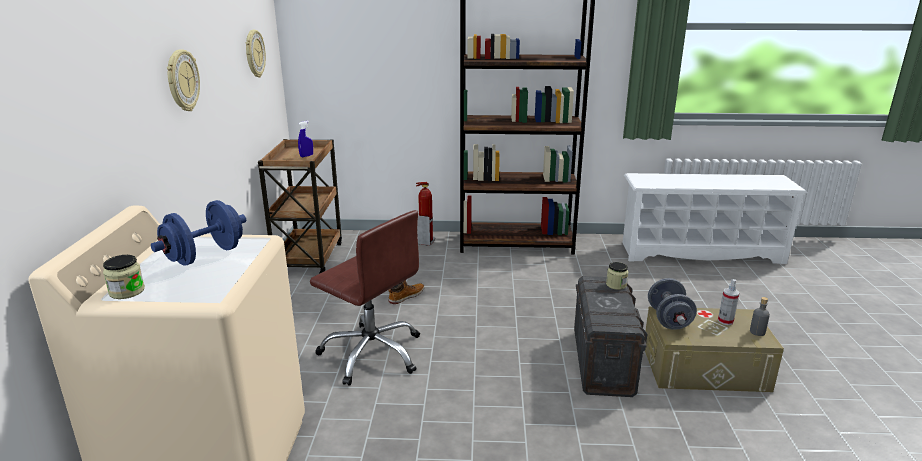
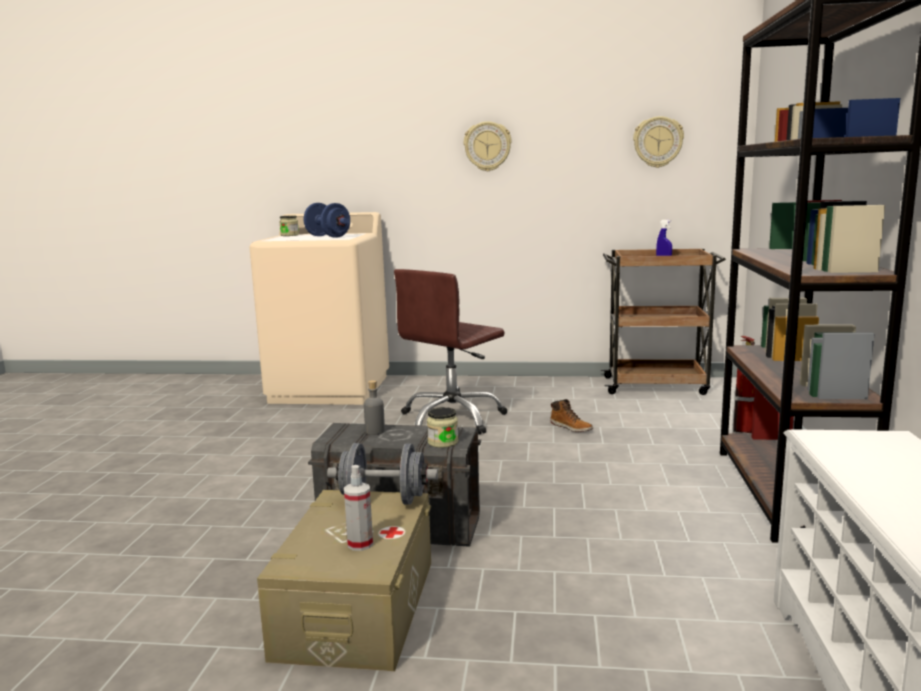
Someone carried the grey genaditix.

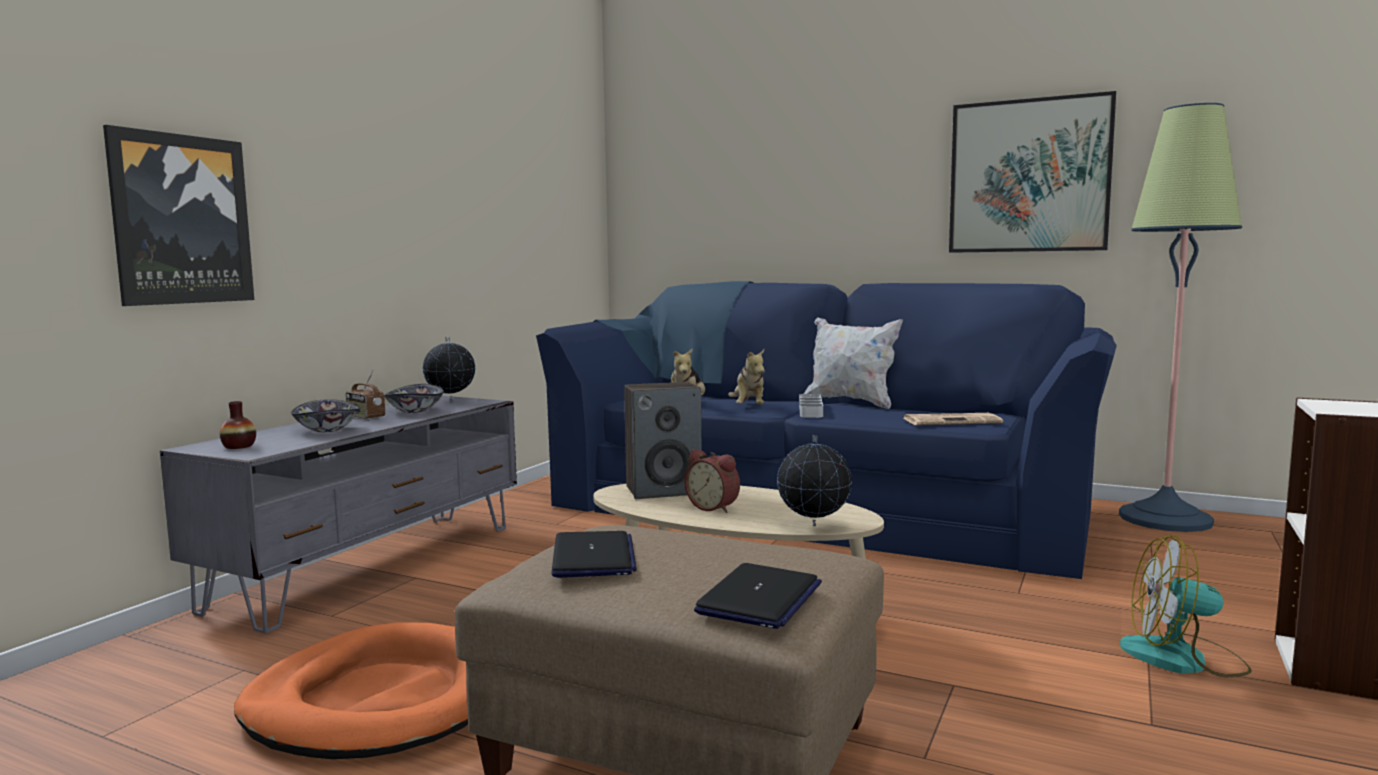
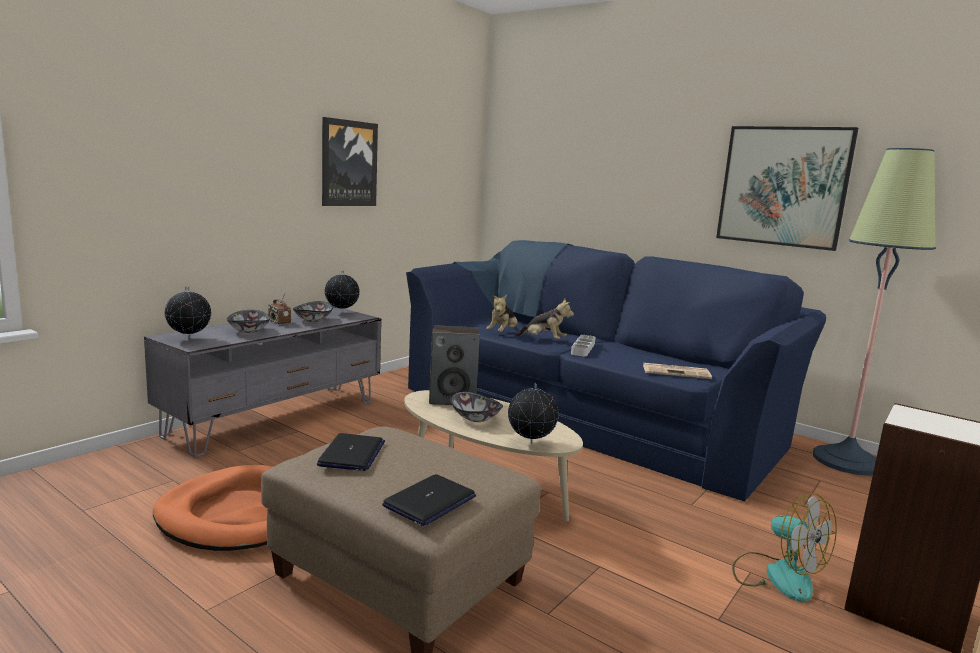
Someone took away the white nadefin.
Someone carried the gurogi (no. 1 from left).
Someone swapped the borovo for the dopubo (no. 1 from left).
Someone swapped the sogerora for the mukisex (no. 3 from left).
Someone rotated the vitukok (no. 2 from left) by 75 degrees counterclockwise.
Someone rotated the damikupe by 150 degrees counterclockwise.

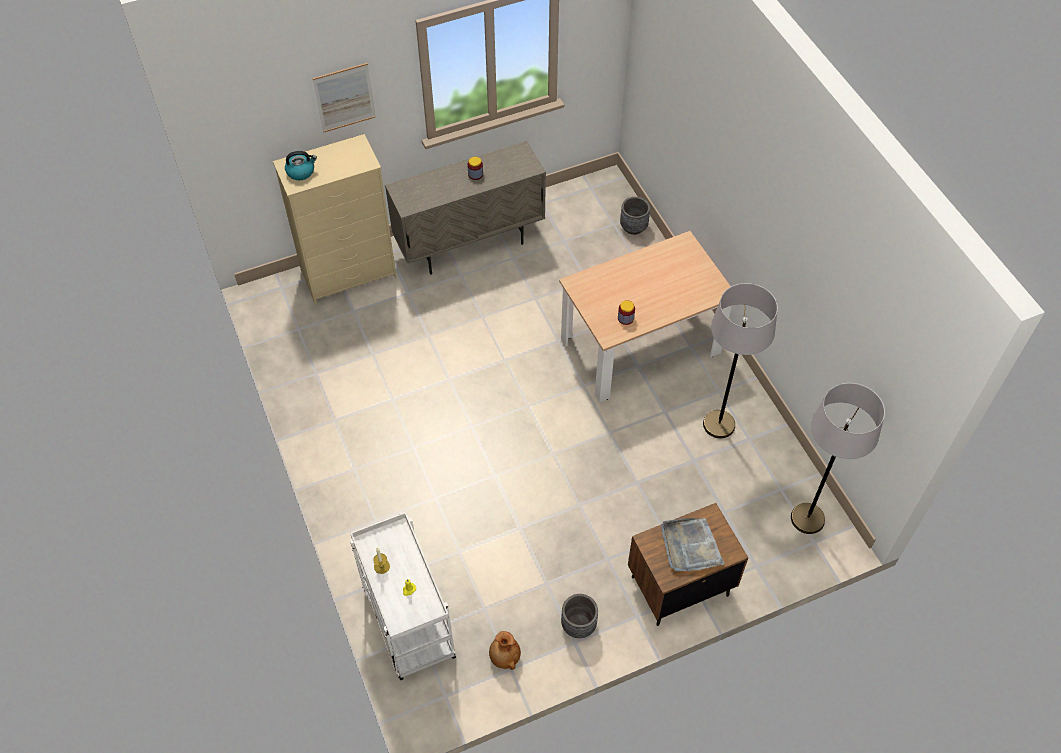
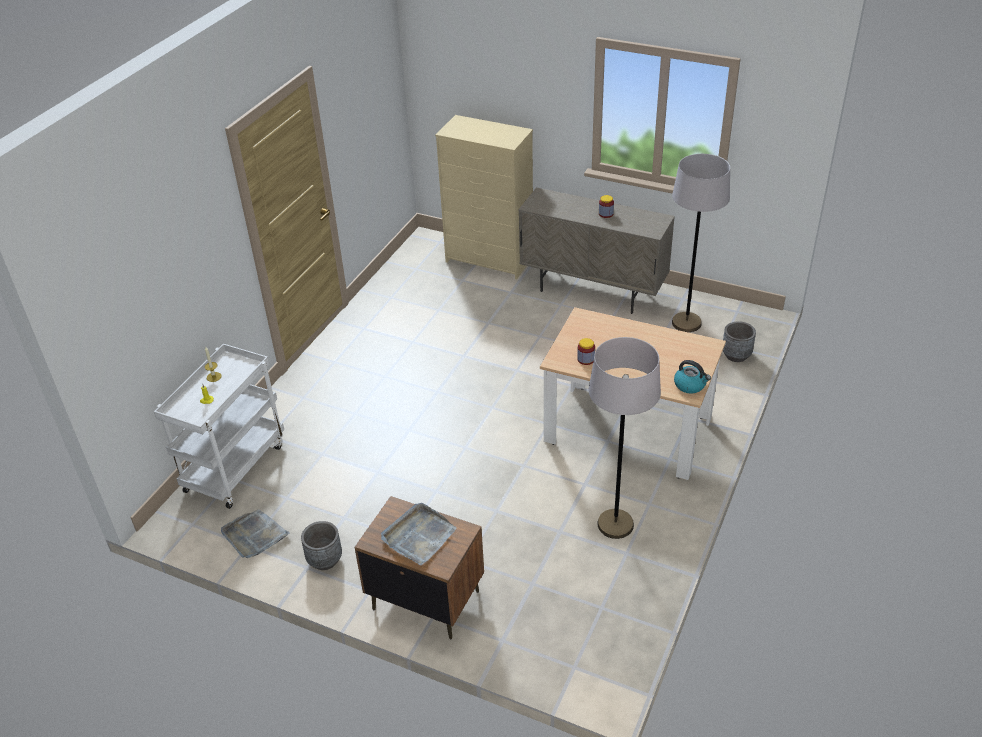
Someone took away the gurogi.
Someone carried the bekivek.
Someone carried the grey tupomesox (no. 2 from left).
Someone swapped the brown borovo for the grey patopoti (no. 1 from left).

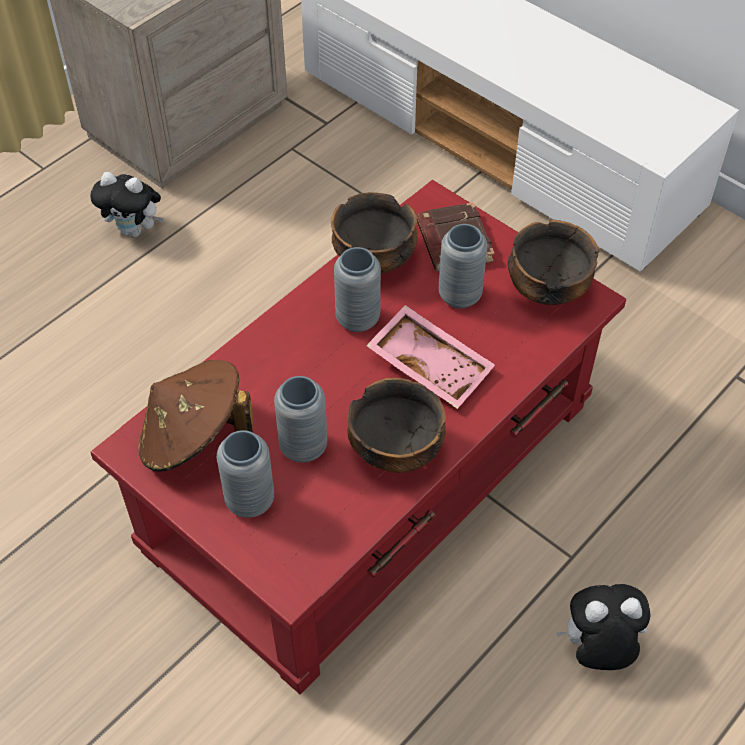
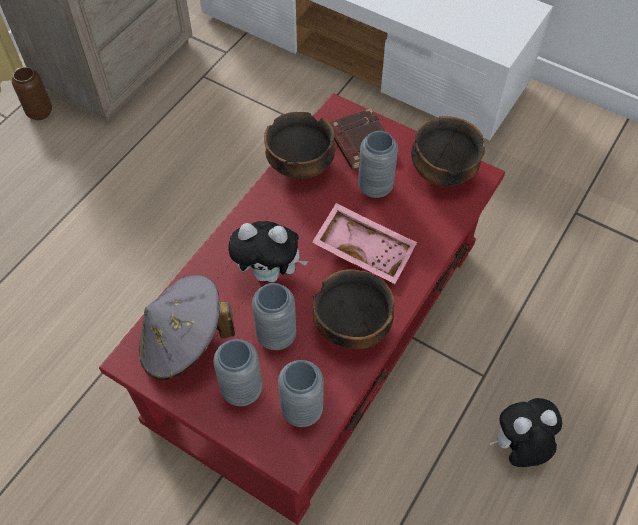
Someone put down the brown borovo.
Someone carried the vitukok (no. 1 from left).
Someone carried the grey borovo (no. 3 from left).
Someone repainted the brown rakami, which became the grey rakami.

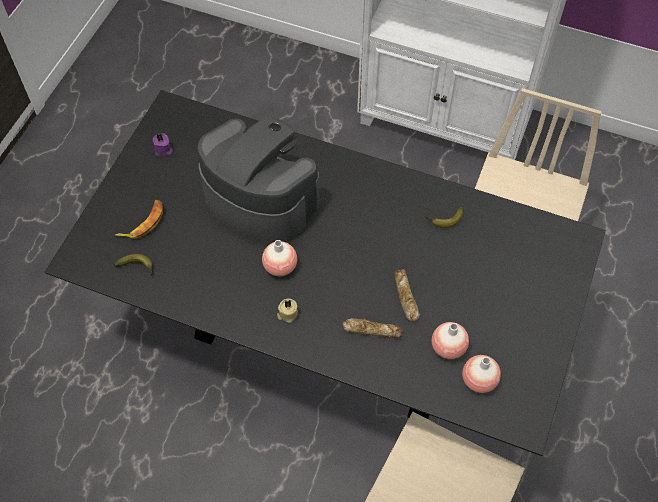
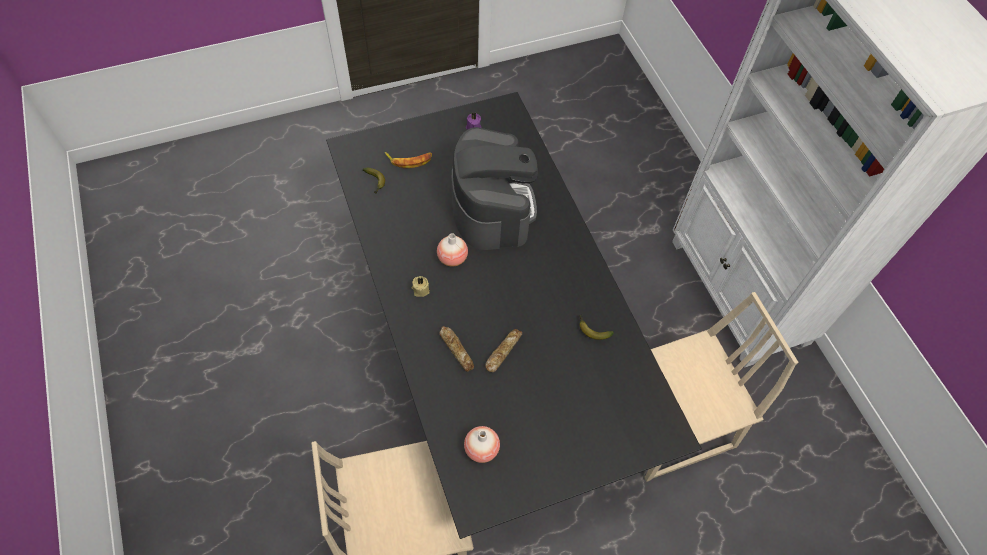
Someone took away the borovo (no. 2 from left).

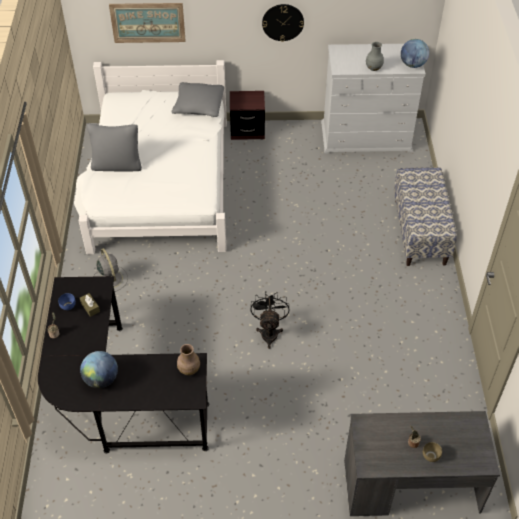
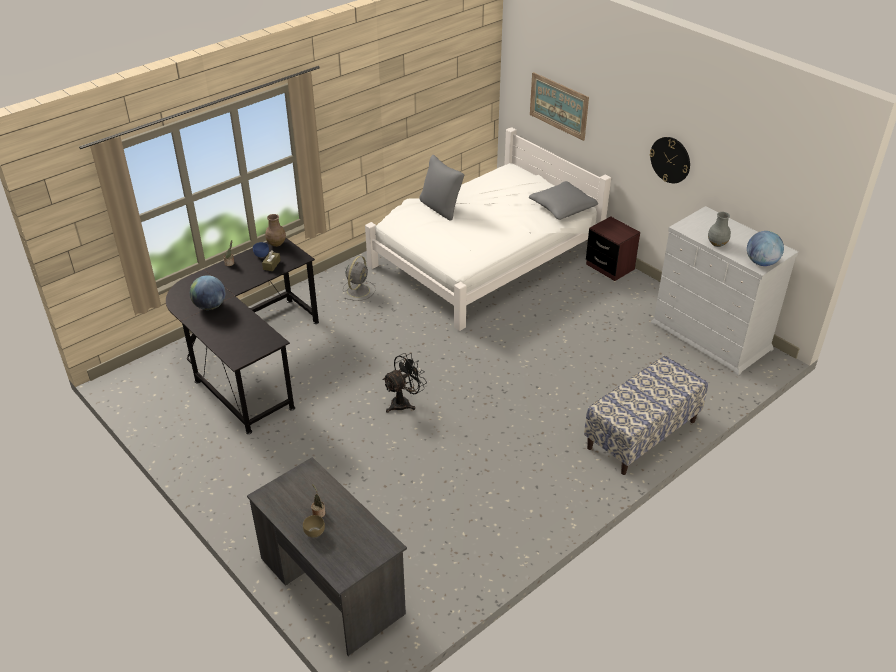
Someone carried the brown borovo.

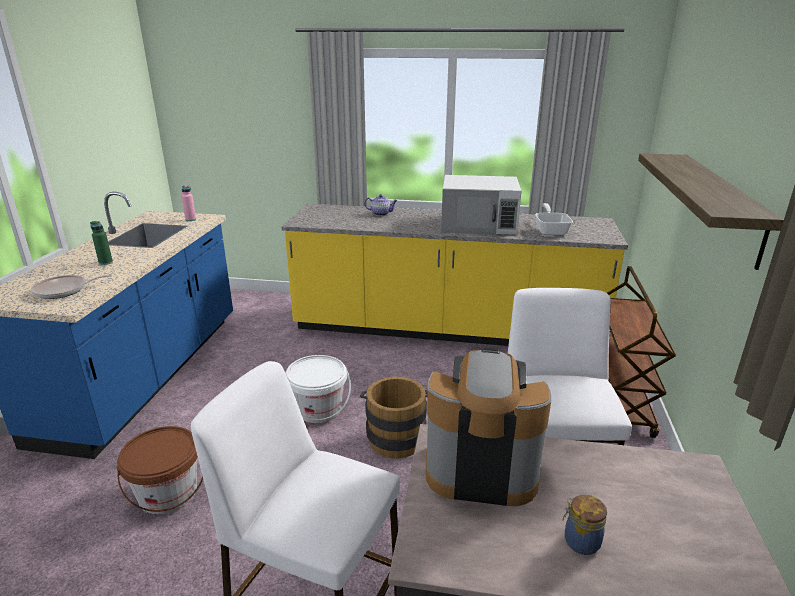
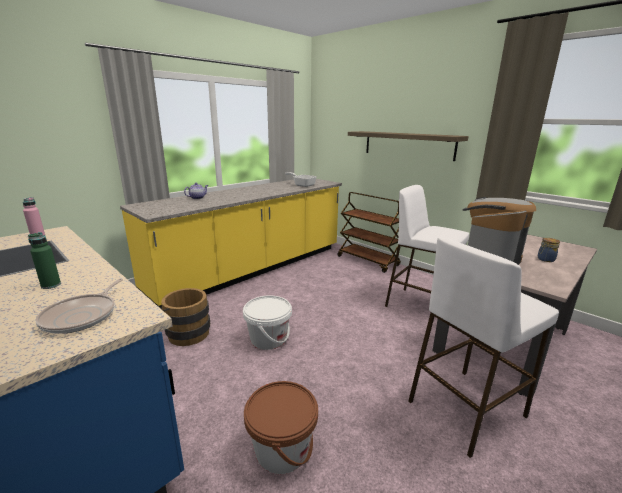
Someone took away the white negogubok.
Someone carried the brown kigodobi (no. 2 from left in the first image).

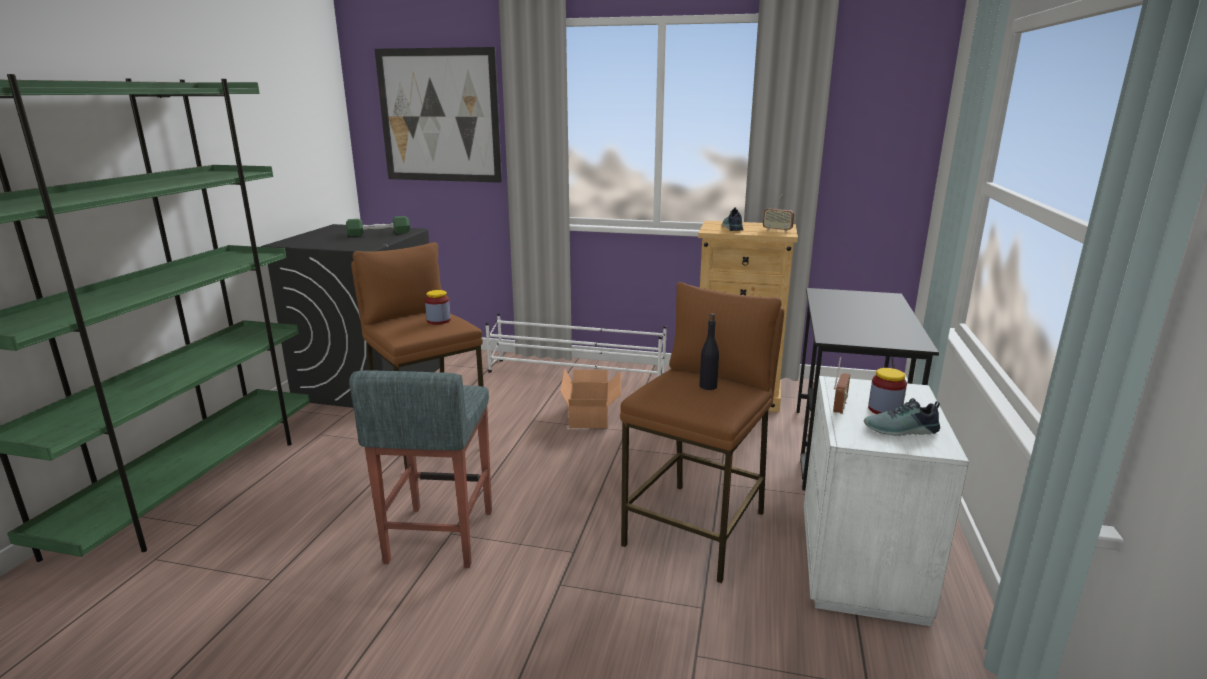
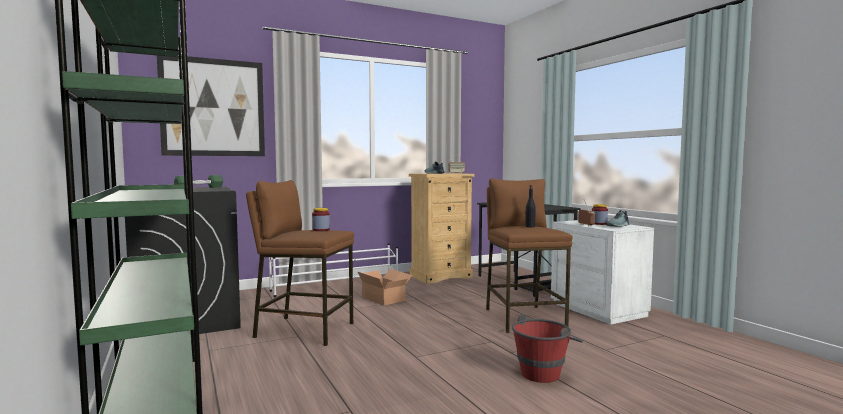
Someone took away the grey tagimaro.
Someone put down the red kigodobi.

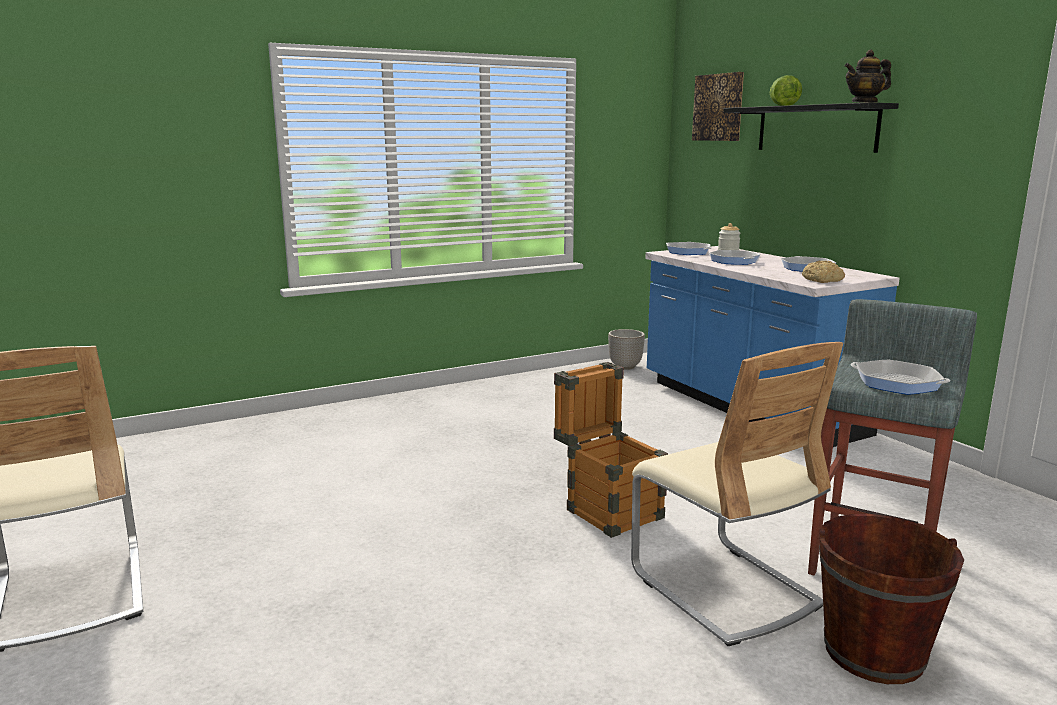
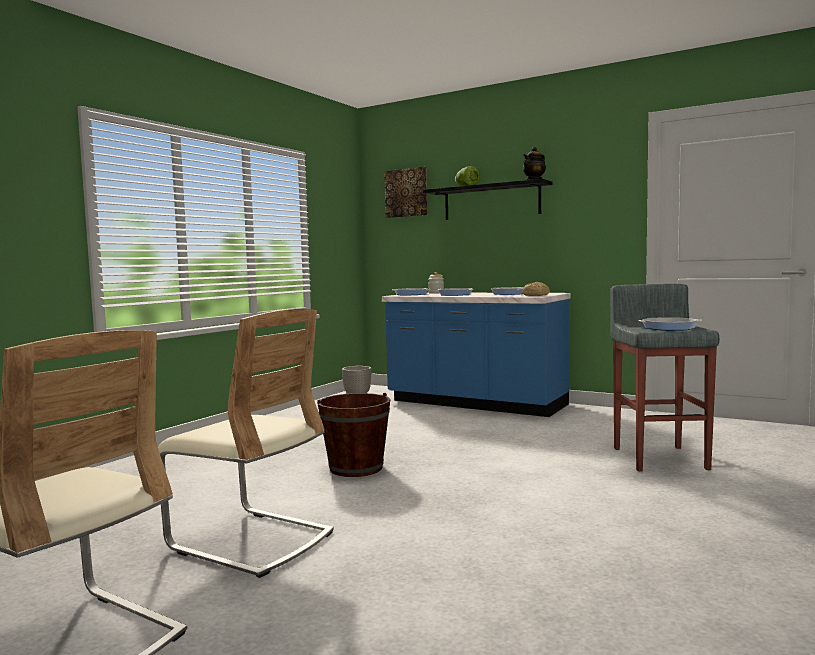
Someone took away the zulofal.
Someone carried the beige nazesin (no. 2 from left).
Someone carried the brown kigodobi.

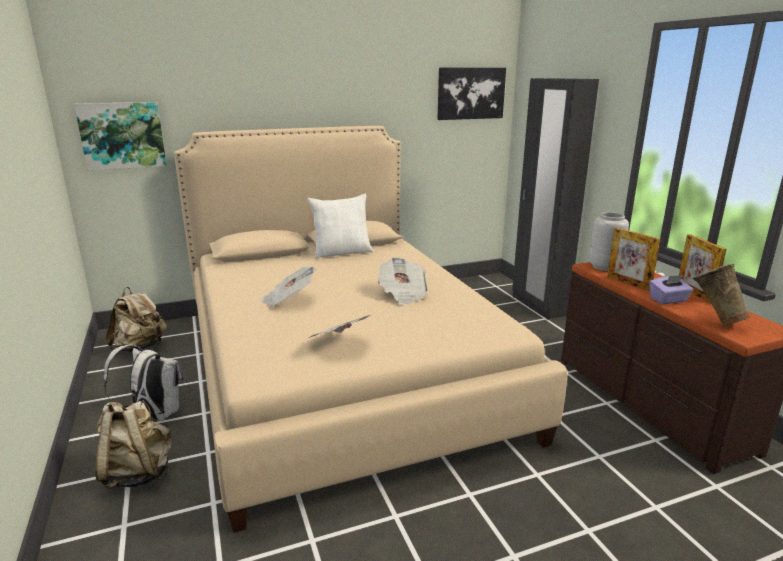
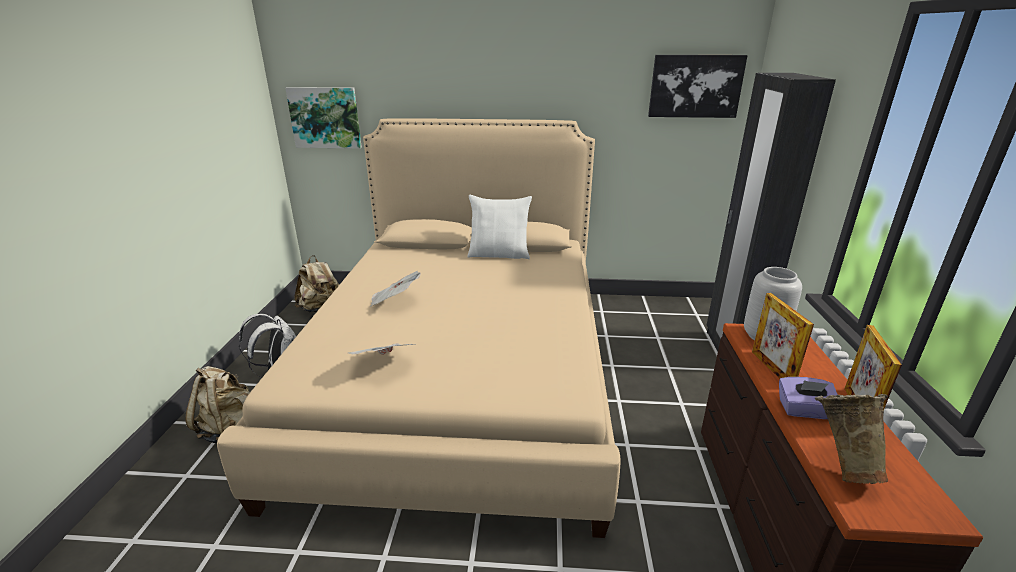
Someone took away the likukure (no. 3 from left).

